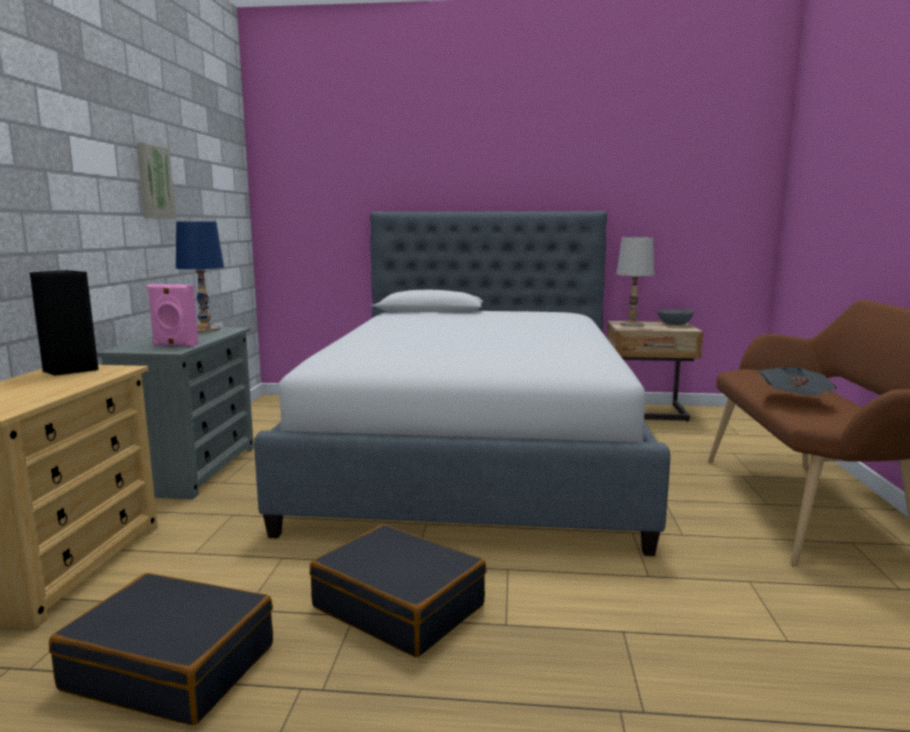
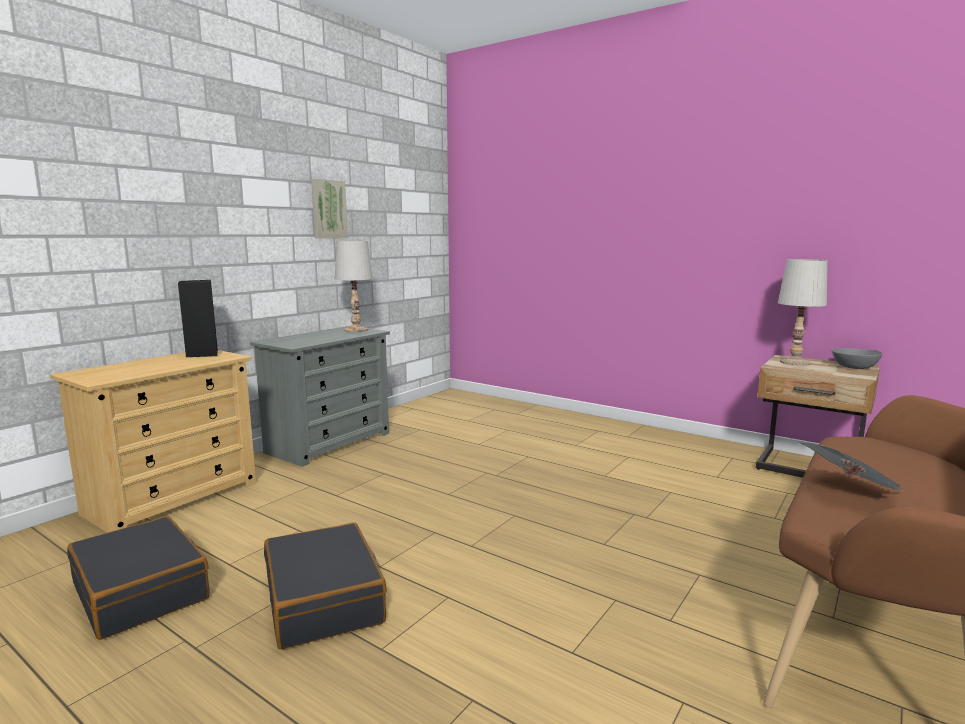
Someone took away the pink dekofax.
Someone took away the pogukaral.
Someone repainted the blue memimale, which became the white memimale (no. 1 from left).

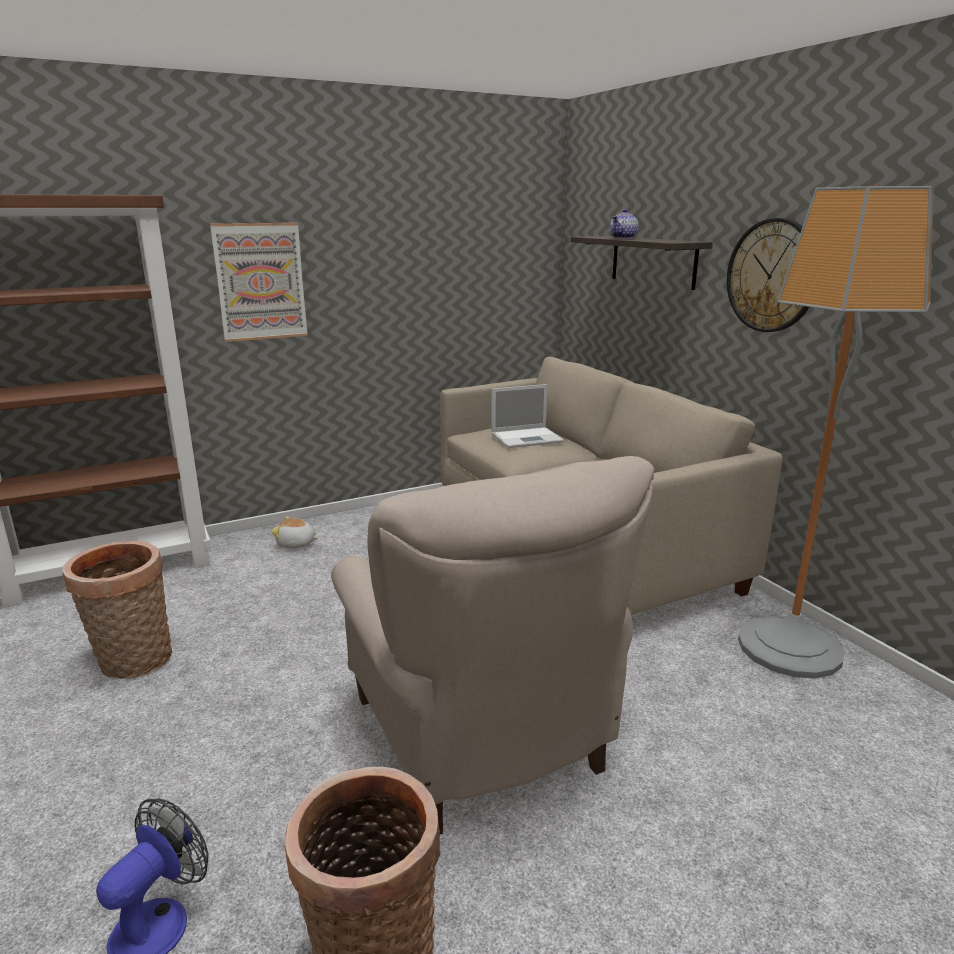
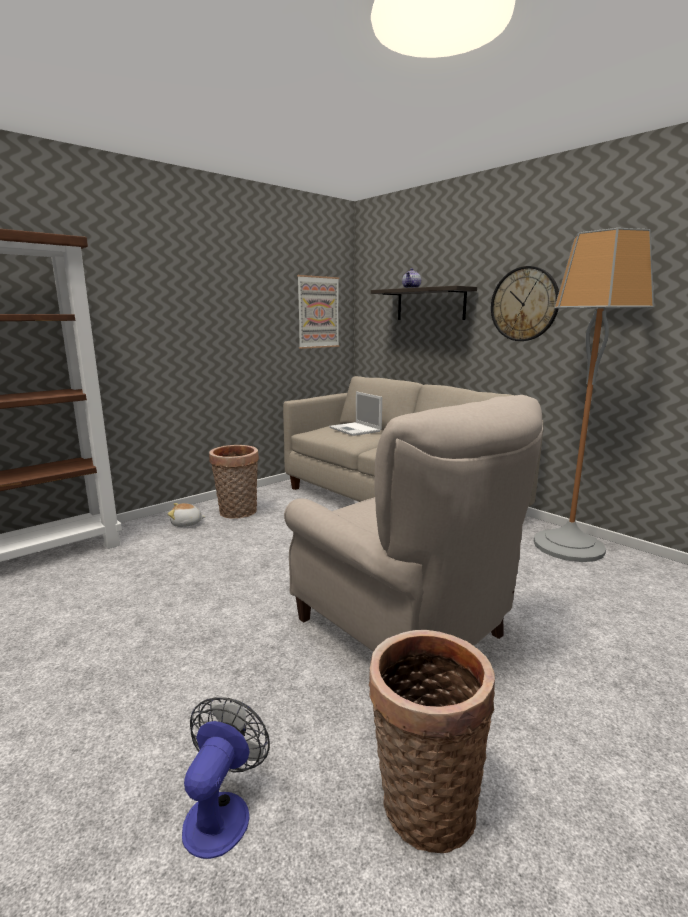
Someone carried the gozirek (no. 1 from left).
Someone carried the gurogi.
Someone rotated the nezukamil by 90 degrees clockwise.

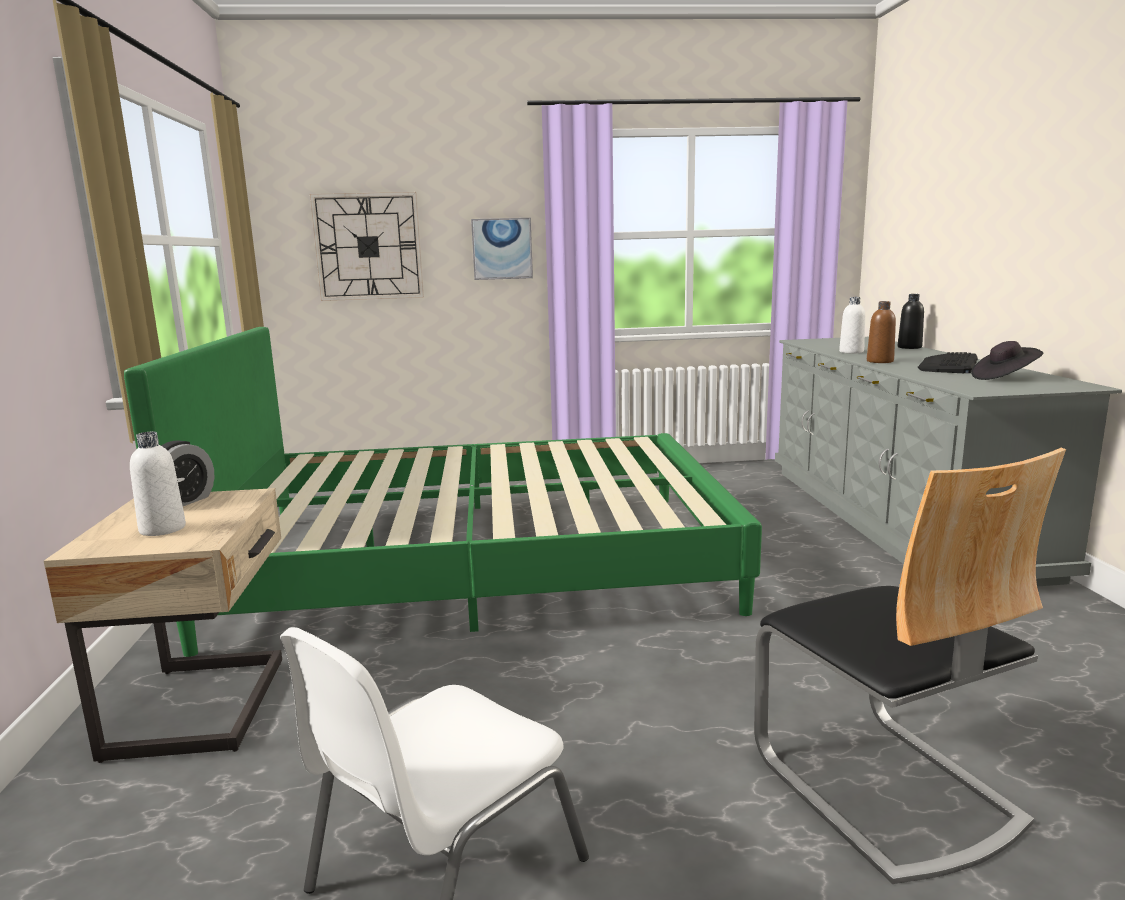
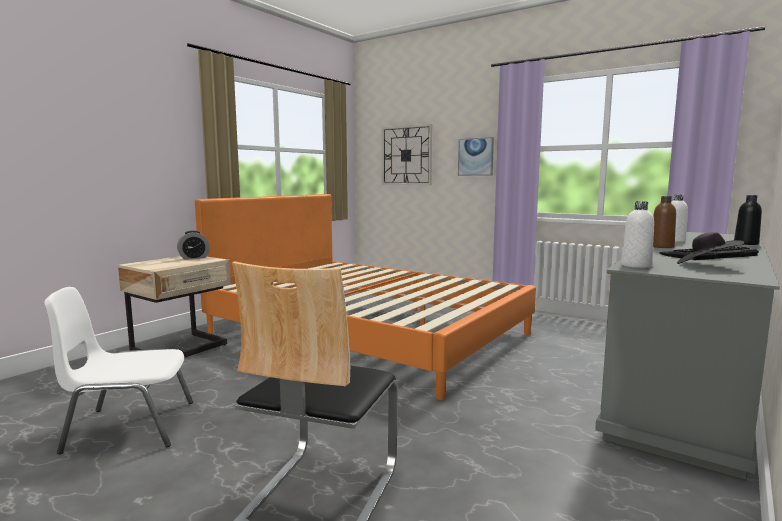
Someone carried the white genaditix (no. 1 from left).
Someone repainted the green pogukaral, which became the orange pogukaral.

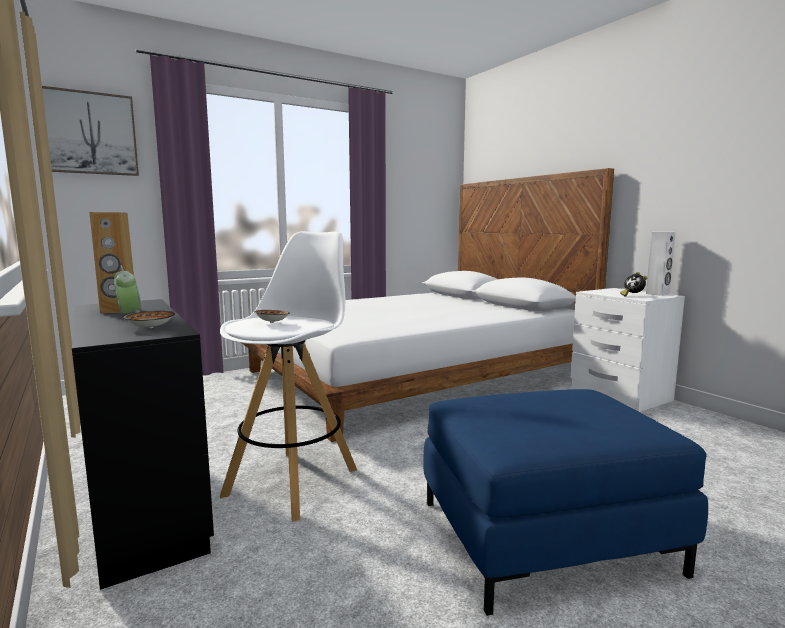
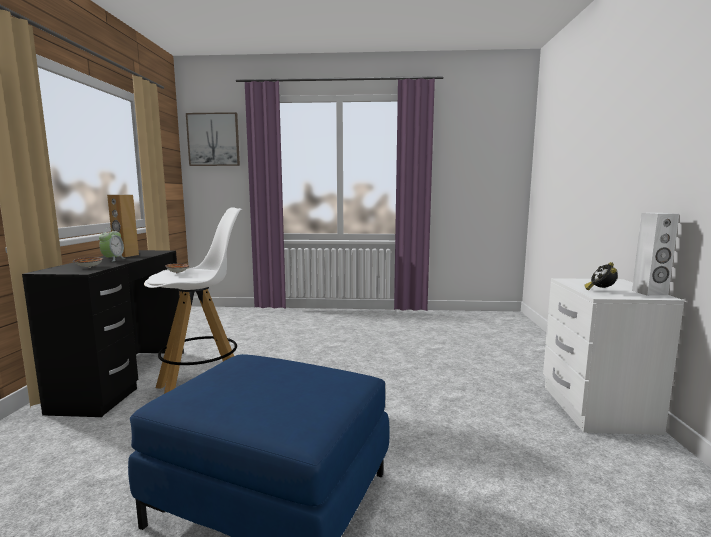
Someone took away the white pogukaral.

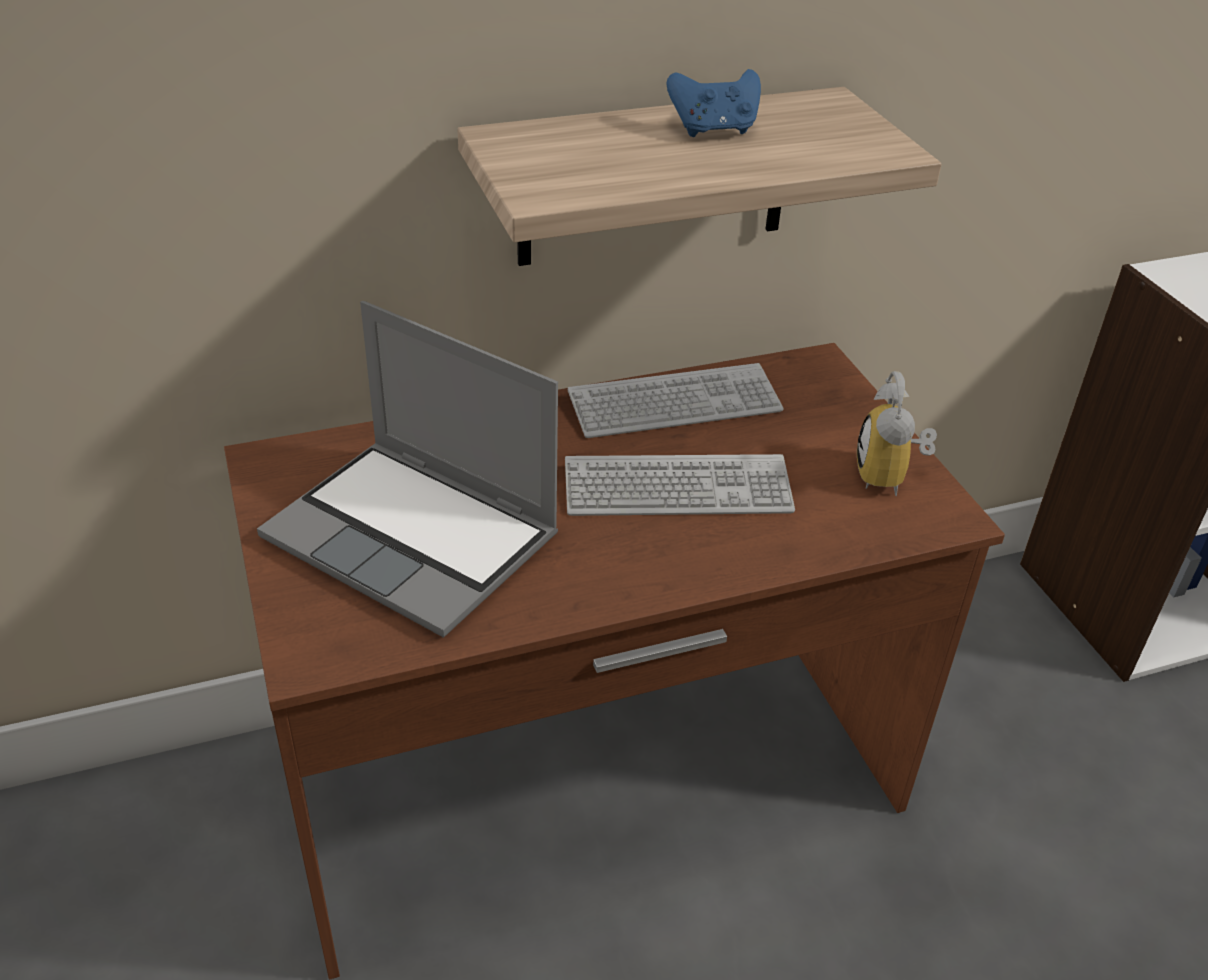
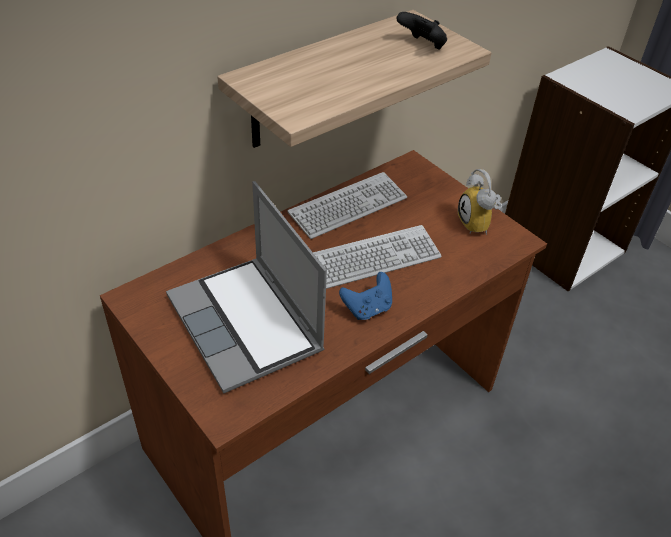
Someone put down the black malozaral.
Someone carried the blue malozaral.
Someone rotated the nezukamil by 45 degrees clockwise.

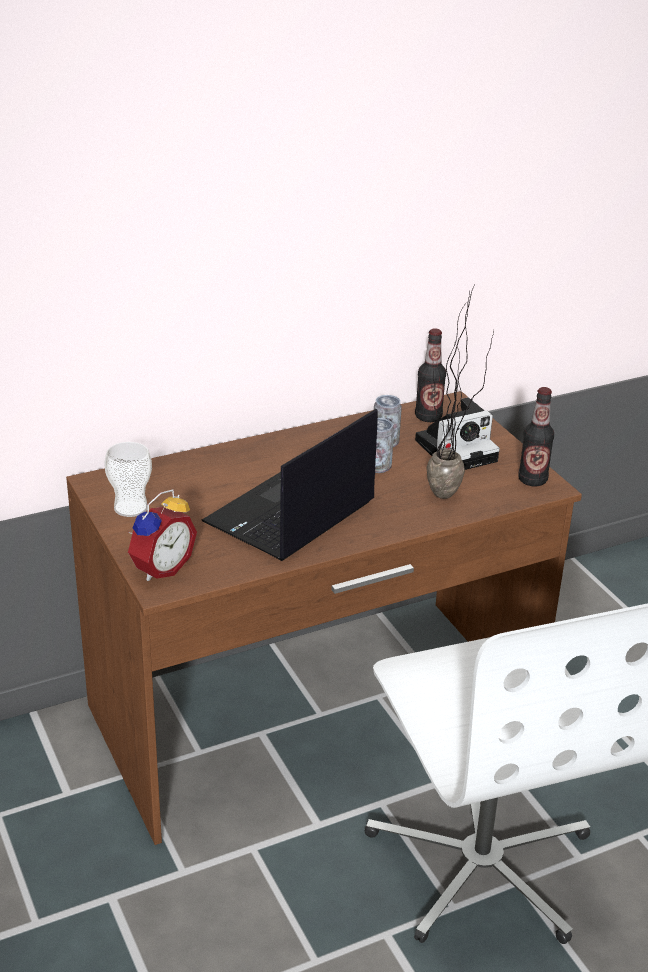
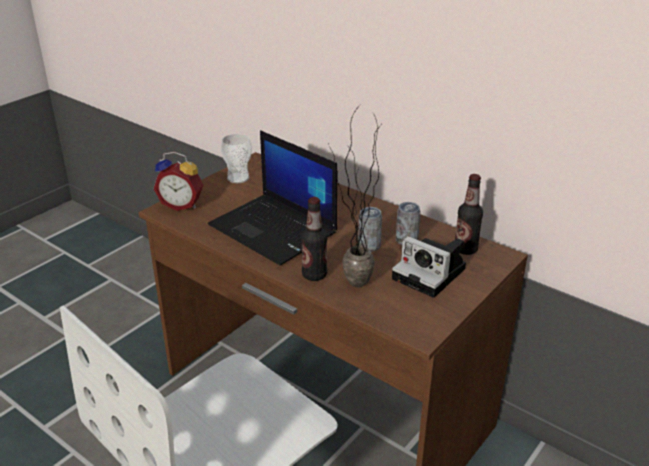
Someone carried the genaditix (no. 2 from left in the first image).
Someone rotated the nezukamil by 150 degrees counterclockwise.

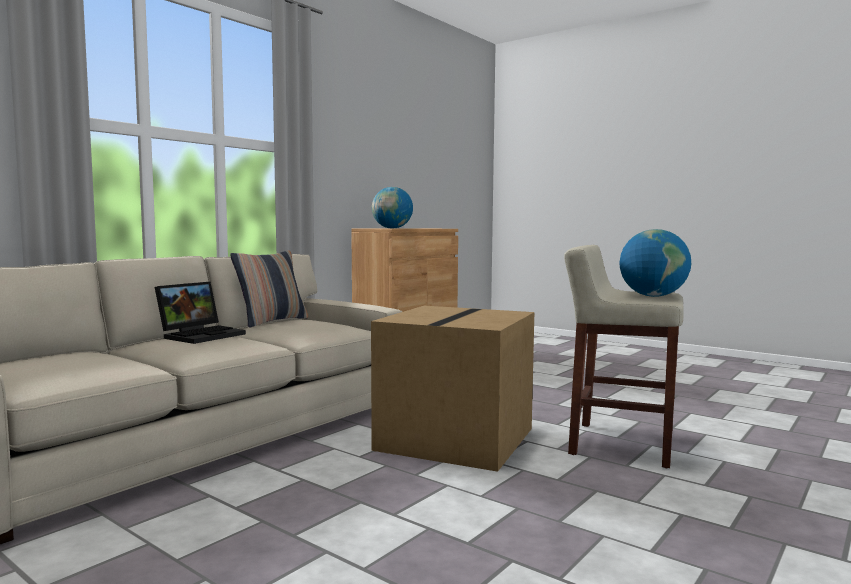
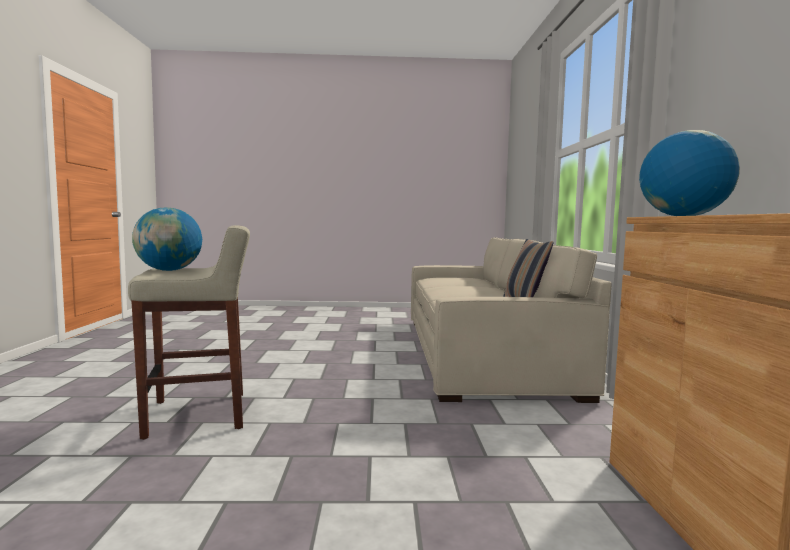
Someone took away the nezukamil.
Someone took away the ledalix.

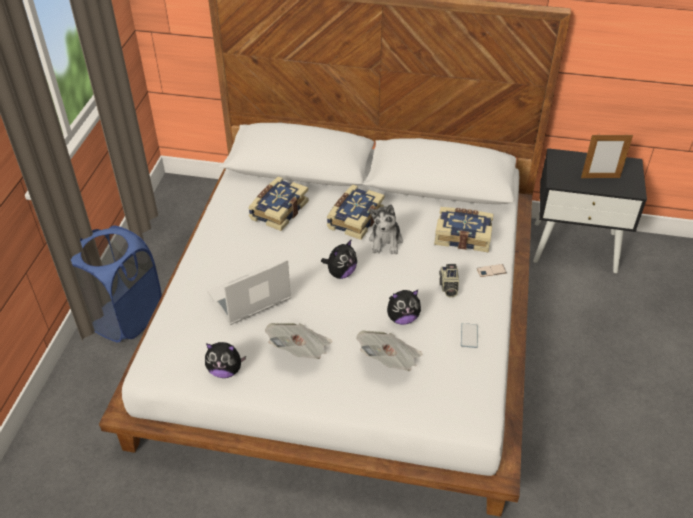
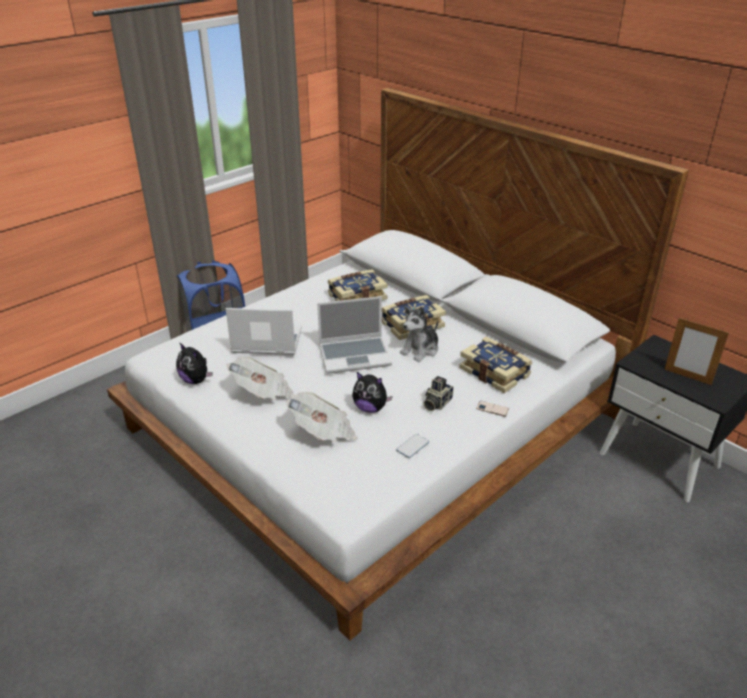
Someone swapped the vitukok (no. 2 from left) for the nezukamil (no. 2 from left).

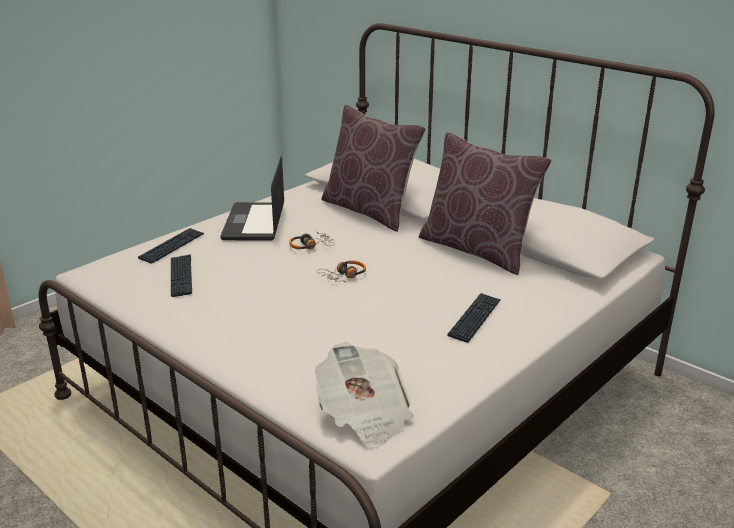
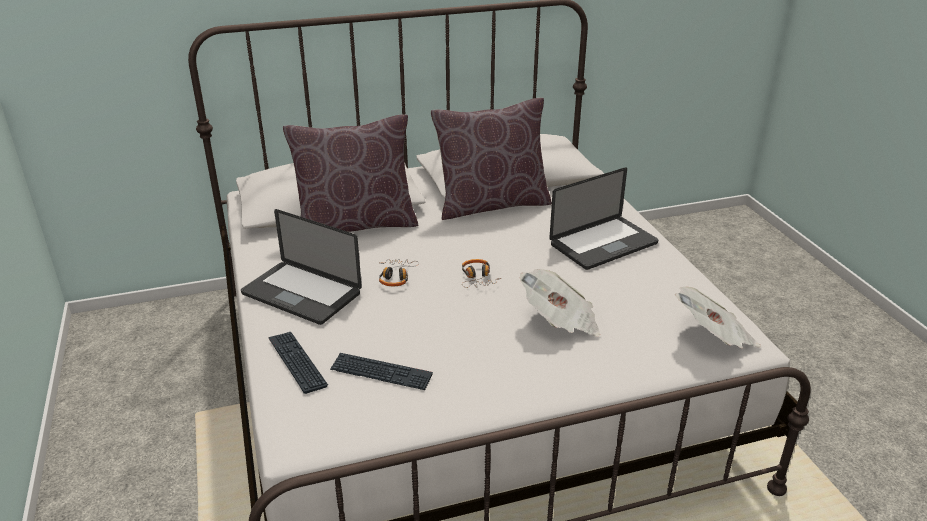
Someone put down the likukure (no. 1 from left).
Someone swapped the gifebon (no. 3 from left) for the nezukamil (no. 2 from left).

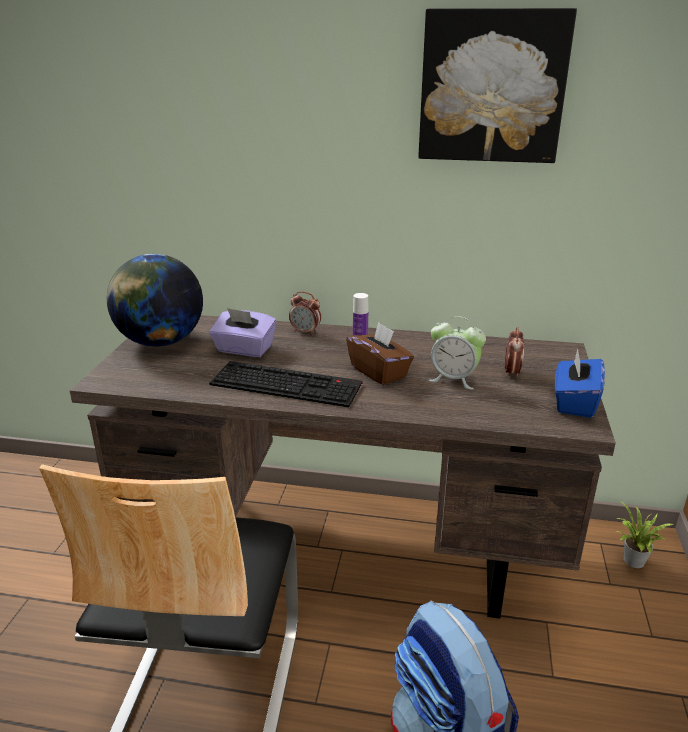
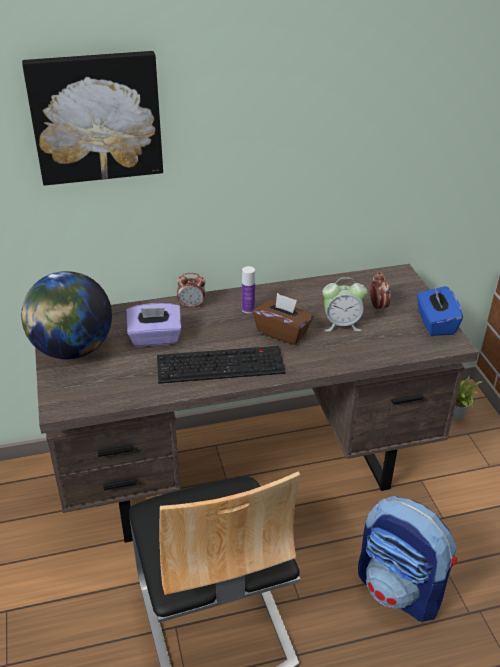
Someone carried the gurogi.

